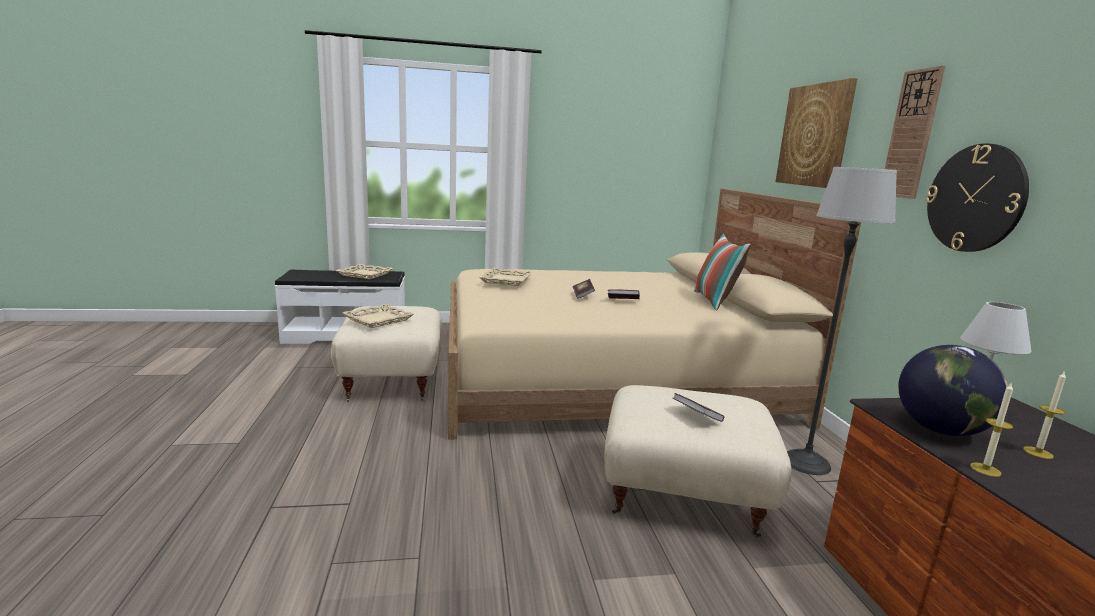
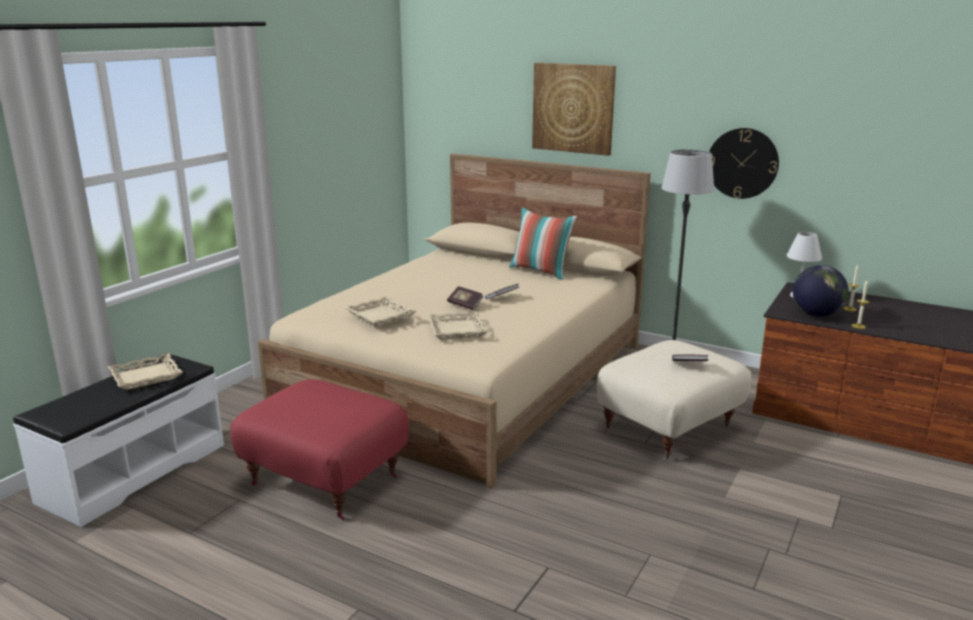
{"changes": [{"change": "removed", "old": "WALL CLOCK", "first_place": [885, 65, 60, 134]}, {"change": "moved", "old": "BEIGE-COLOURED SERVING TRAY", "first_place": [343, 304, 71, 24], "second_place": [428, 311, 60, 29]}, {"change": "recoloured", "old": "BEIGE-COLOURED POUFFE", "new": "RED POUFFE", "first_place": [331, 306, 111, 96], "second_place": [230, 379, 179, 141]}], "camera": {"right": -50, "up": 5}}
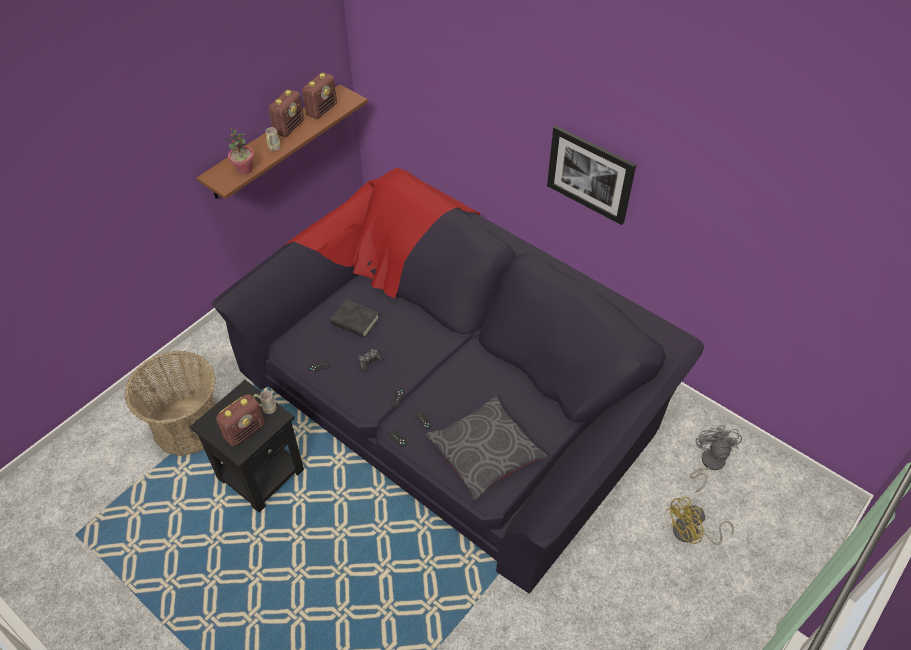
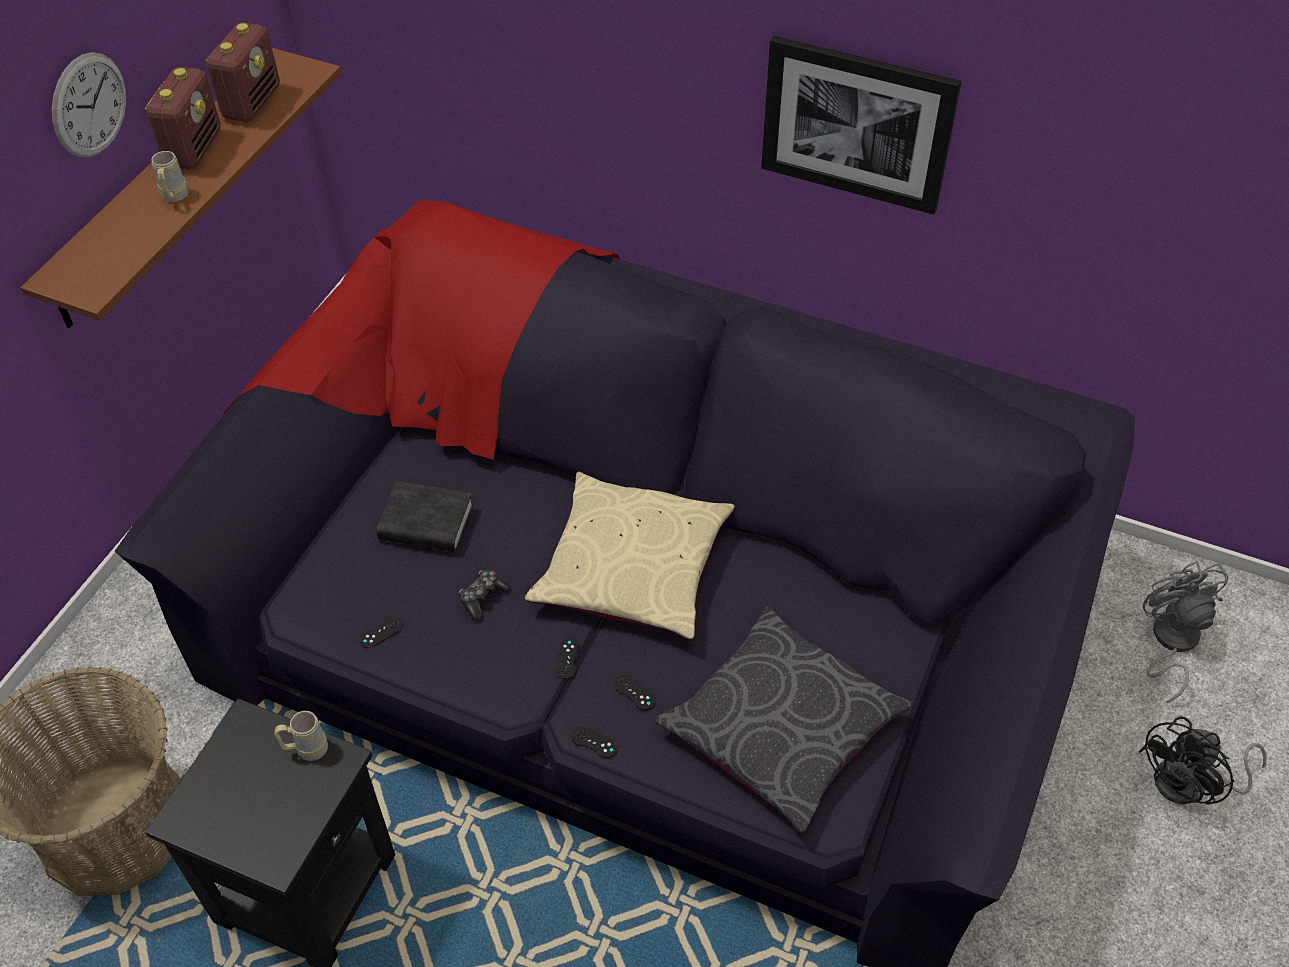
{"changes": [{"change": "removed", "old": "POTTED PLANT", "first_place": [226, 128, 28, 47]}, {"change": "removed", "old": "RADIO RECEIVER", "first_place": [216, 394, 49, 52]}, {"change": "recoloured", "old": "YELLOW COOLING FAN", "new": "BLACK COOLING FAN", "first_place": [666, 497, 68, 48], "second_place": [1139, 716, 128, 89]}, {"change": "added", "new": "WALL CLOCK", "second_place": [52, 52, 74, 106]}, {"change": "added", "new": "BEIGE-COLOURED PILLOW", "second_place": [525, 472, 210, 168]}], "camera": {"right": -15, "up": 0}}
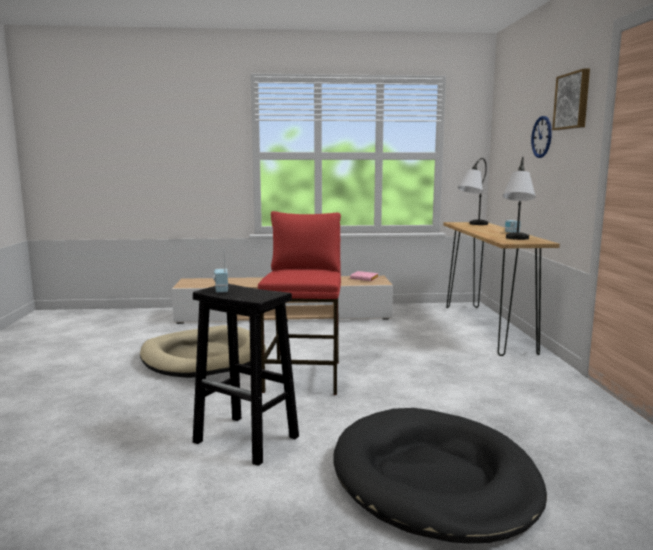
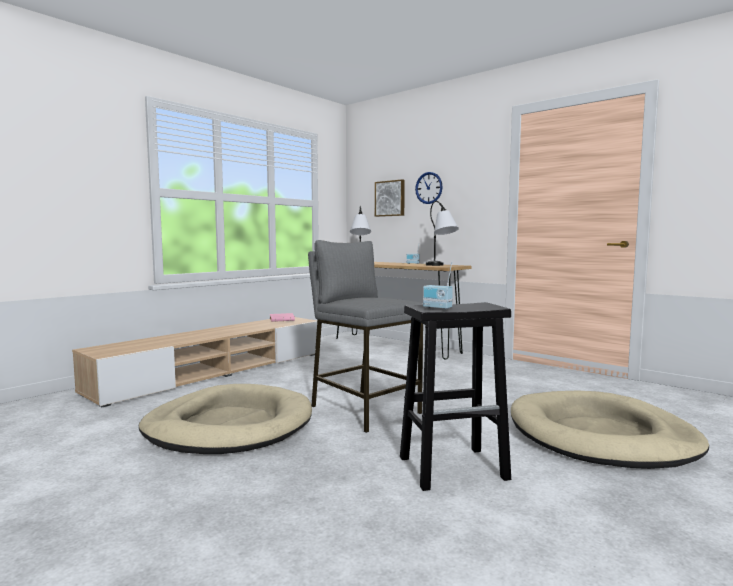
{"changes": [{"change": "moved", "old": "PICTURE", "first_place": [552, 69, 38, 61], "second_place": [375, 179, 30, 38]}, {"change": "recoloured", "old": "RED STOOL", "new": "GREYISH STOOL", "first_place": [258, 211, 83, 184], "second_place": [308, 240, 115, 193]}, {"change": "recoloured", "old": "BLACK DOG BED", "new": "BEIGE-COLOURED DOG BED", "first_place": [333, 408, 214, 136], "second_place": [511, 391, 198, 78]}], "camera": {"right": -45, "up": -5}}
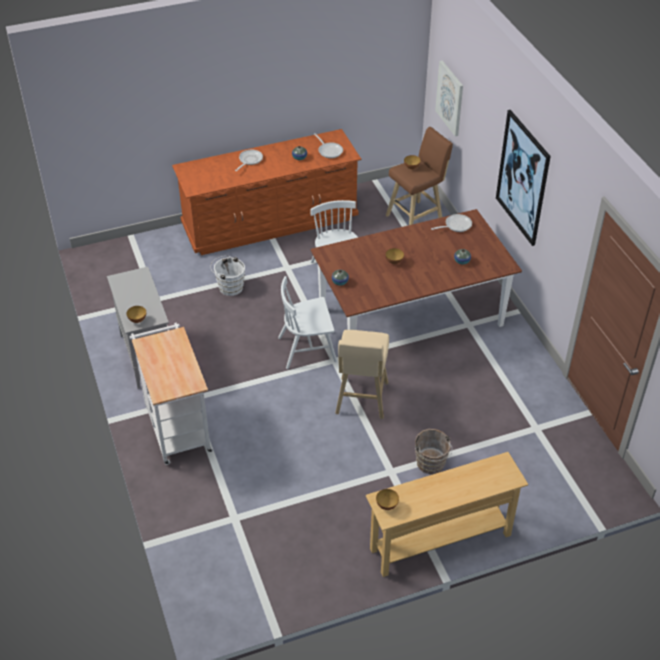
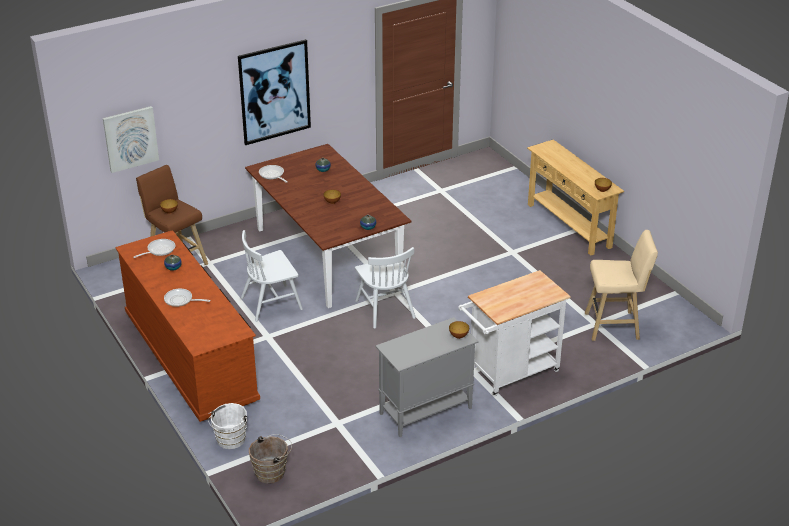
{"changes": [{"change": "moved", "old": "WHITE PAIL", "first_place": [210, 256, 35, 40], "second_place": [208, 403, 39, 46]}, {"change": "moved", "old": "BEIGE-COLOURED STOOL", "first_place": [335, 330, 54, 89], "second_place": [585, 230, 73, 111]}, {"change": "moved", "old": "BROWN PAIL", "first_place": [415, 429, 37, 45], "second_place": [249, 434, 43, 50]}], "camera": {"right": -100, "up": -10}}
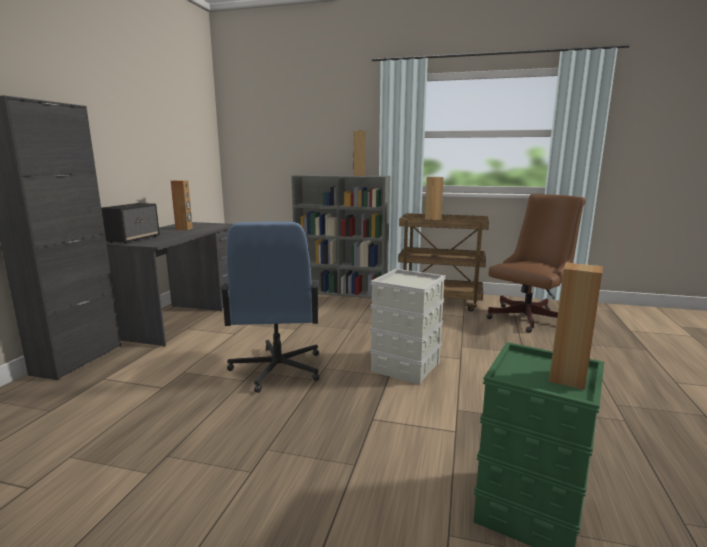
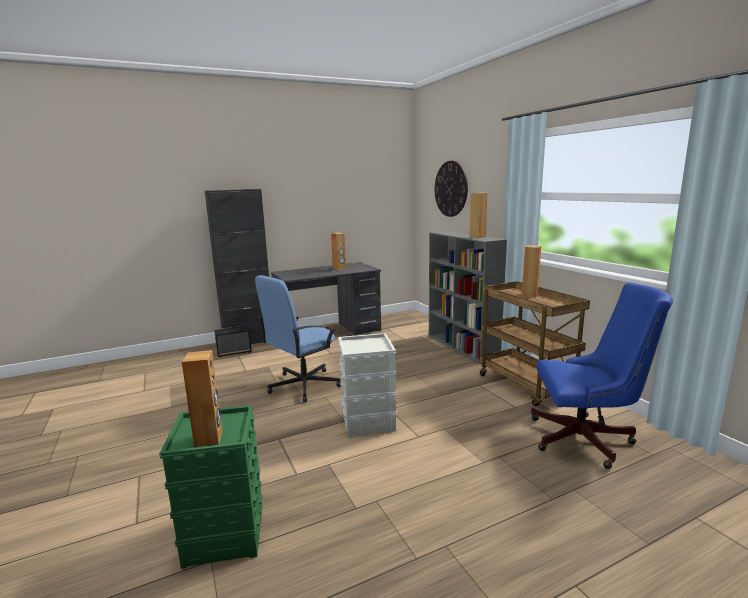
{"changes": [{"change": "recoloured", "old": "BROWN OFFICE CHAIR", "new": "BLUE-COLOURED OFFICE CHAIR", "first_place": [486, 194, 100, 139], "second_place": [531, 282, 142, 187]}, {"change": "moved", "old": "AUDIO SPEAKER", "first_place": [101, 203, 59, 41], "second_place": [214, 325, 38, 32]}, {"change": "added", "new": "WALL CLOCK", "second_place": [435, 161, 33, 56]}], "camera": {"right": 50, "up": 0}}
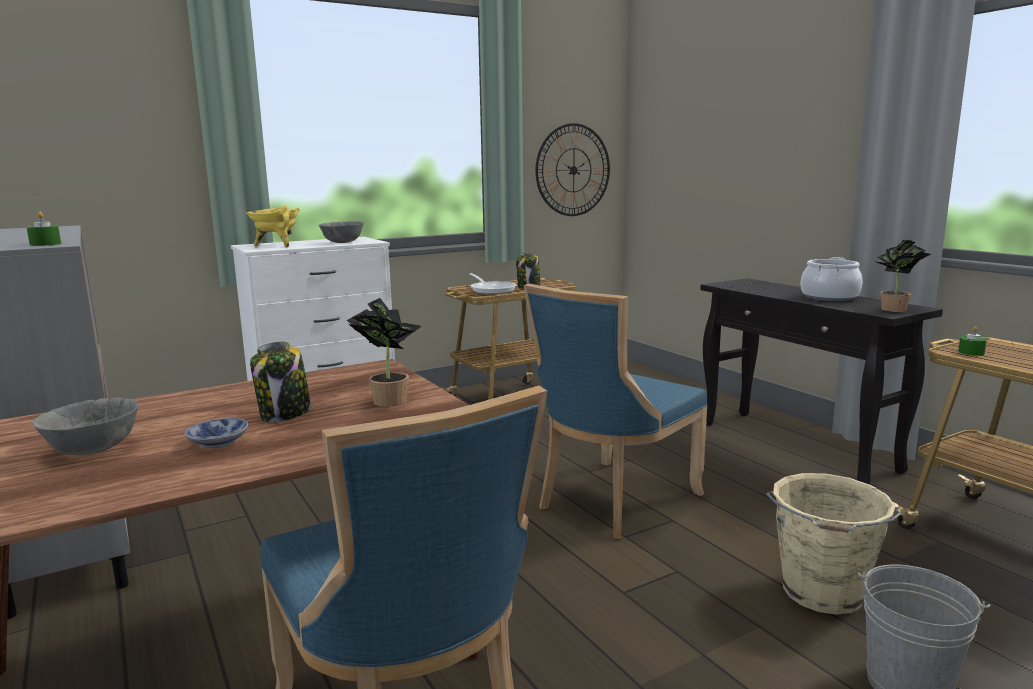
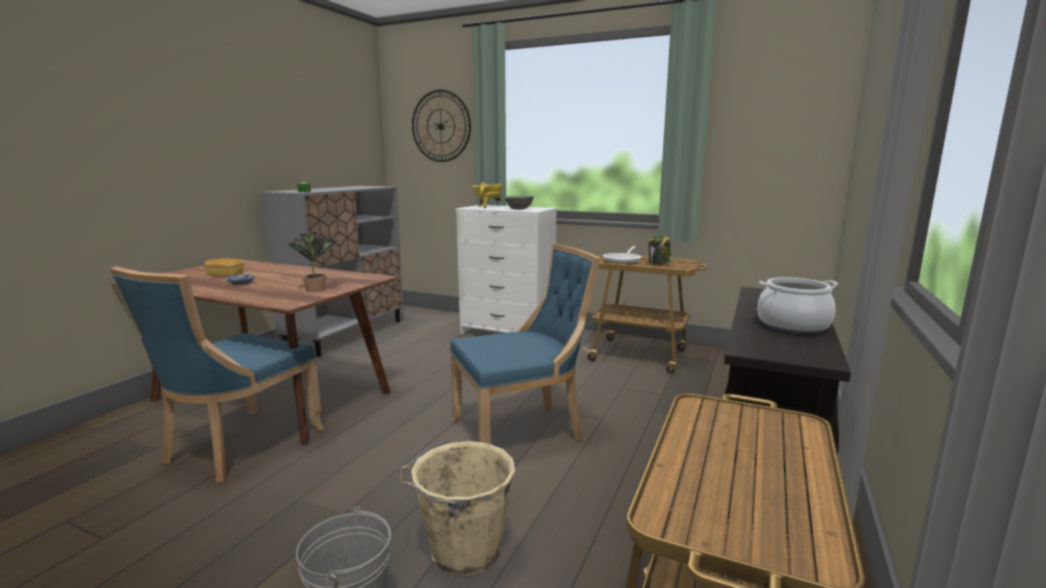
{"changes": [{"change": "moved", "old": "WALL CLOCK", "first_place": [535, 123, 75, 93], "second_place": [412, 90, 59, 72]}, {"change": "removed", "old": "POTTED PLANT", "first_place": [877, 240, 54, 72]}, {"change": "turned", "old": "BLUE-COLOURED PLAIN CHAIR", "first_place": [524, 284, 184, 255], "second_place": [450, 244, 150, 200], "degrees": 150}, {"change": "removed", "old": "GREENISH CANDLE", "first_place": [958, 326, 29, 30]}, {"change": "removed", "old": "PRESERVE JAR", "first_place": [250, 341, 61, 81]}, {"change": "replaced", "old": "GREYISH SERVING BOWL", "new": "BREAD", "first_place": [32, 398, 107, 57], "second_place": [204, 258, 40, 18]}], "camera": {"right": 55, "up": 0}}
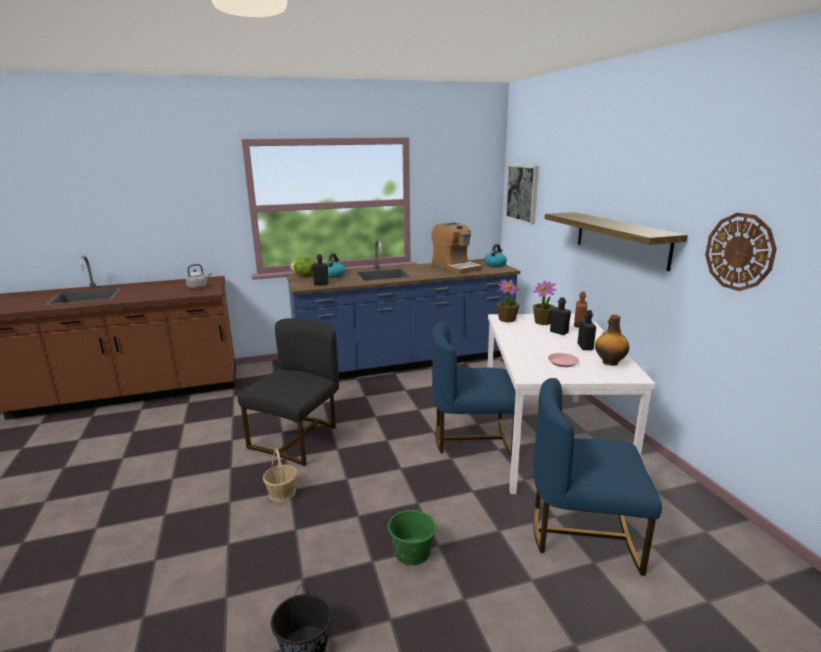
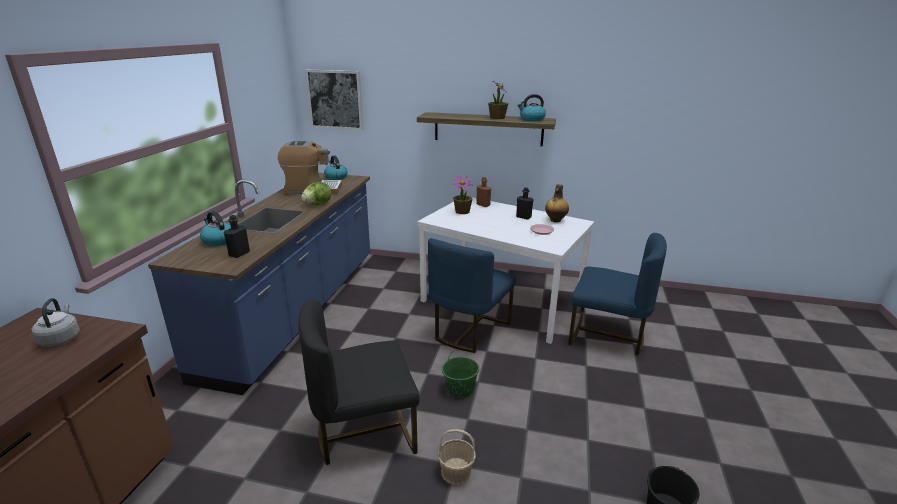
{"changes": [{"change": "removed", "old": "WALL CLOCK", "first_place": [705, 213, 72, 78]}, {"change": "moved", "old": "LETTUCE HEAD", "first_place": [290, 257, 26, 20], "second_place": [301, 182, 31, 23]}, {"change": "moved", "old": "POTTED PLANT", "first_place": [497, 279, 23, 43], "second_place": [488, 80, 20, 39]}, {"change": "removed", "old": "BLACK BOTTLE", "first_place": [550, 297, 21, 38]}, {"change": "turned", "old": "BLACK PLAIN CHAIR", "first_place": [238, 318, 101, 148], "second_place": [298, 299, 122, 166], "degrees": -75}, {"change": "turned", "old": "BLUE-COLOURED PLAIN CHAIR", "first_place": [533, 378, 129, 198], "second_place": [568, 233, 99, 122], "degrees": -105}, {"change": "moved", "old": "GREENISH PAIL", "first_place": [388, 502, 48, 63], "second_place": [442, 350, 37, 48]}, {"change": "added", "new": "KETTLE", "second_place": [518, 94, 28, 27]}], "camera": {"right": -60, "up": 5}}
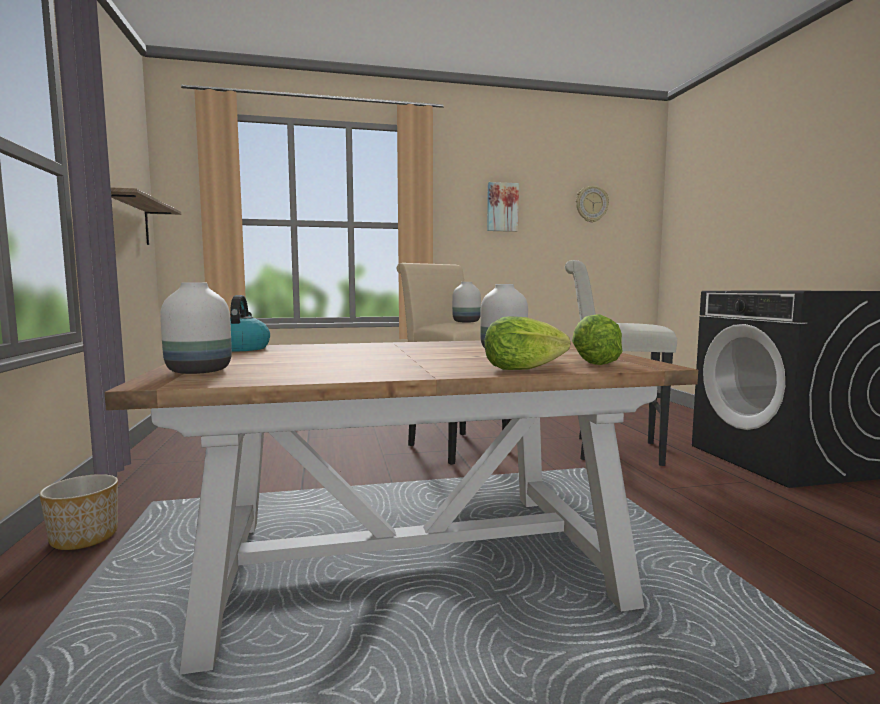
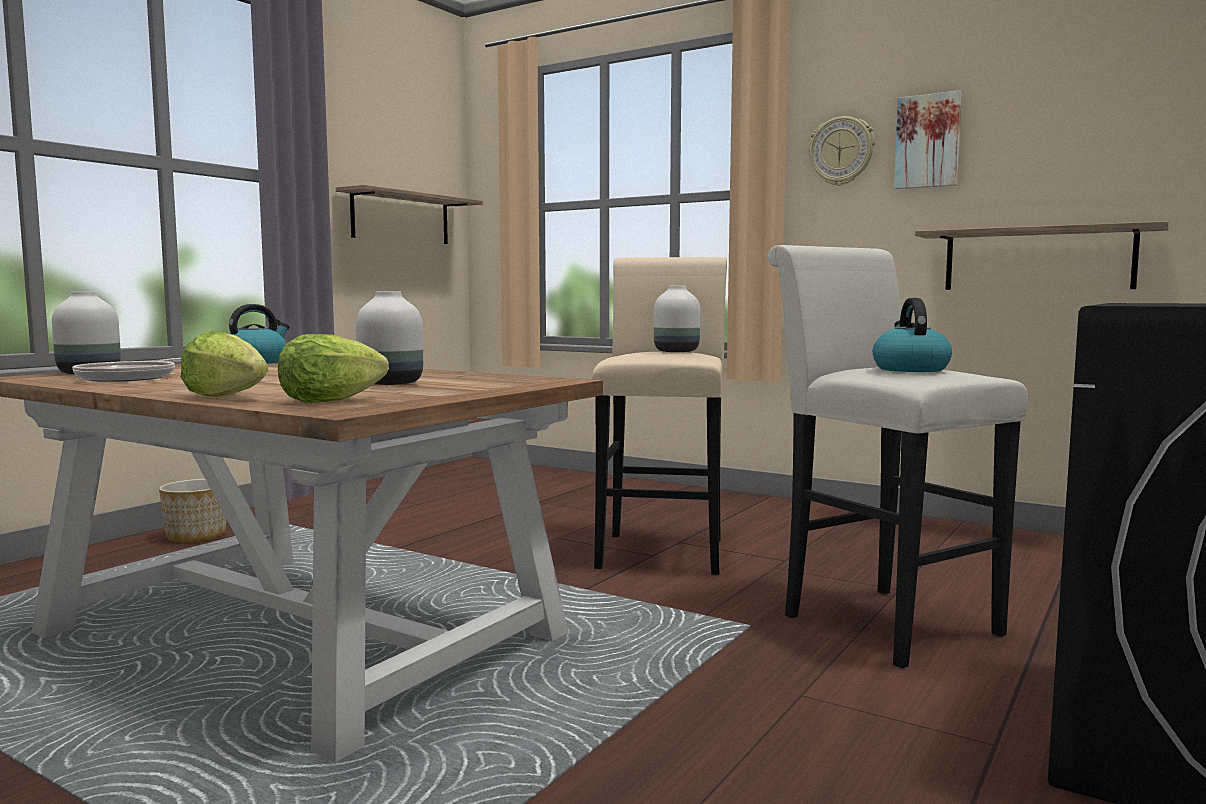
{"changes": [{"change": "moved", "old": "WALL CLOCK", "first_place": [576, 186, 33, 37], "second_place": [808, 116, 67, 70]}, {"change": "added", "new": "BRACKET SHELF", "second_place": [915, 221, 254, 69]}, {"change": "added", "new": "KETTLE", "second_place": [873, 298, 79, 74]}, {"change": "added", "new": "FRYING PAN", "second_place": [72, 358, 109, 24]}], "camera": {"right": 45, "up": 0}}
